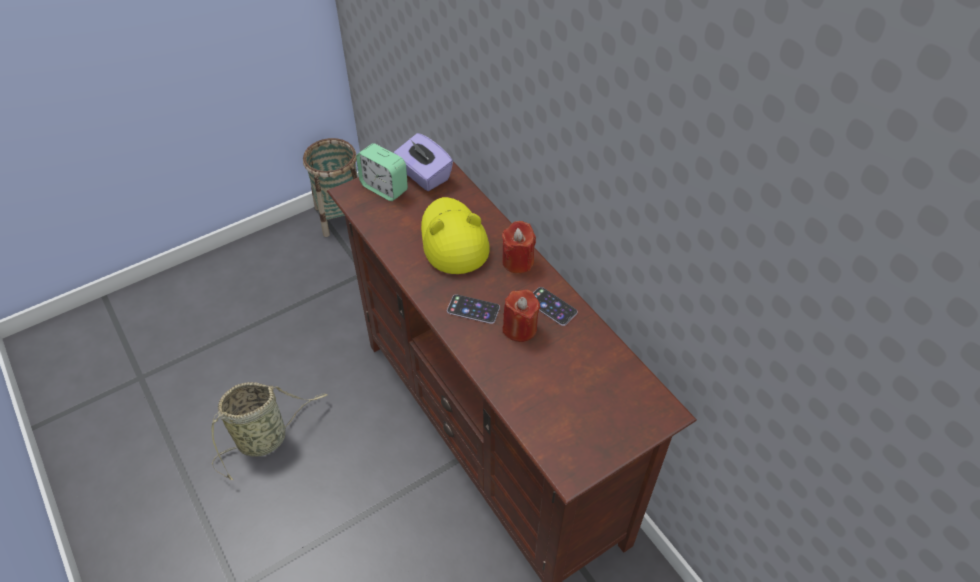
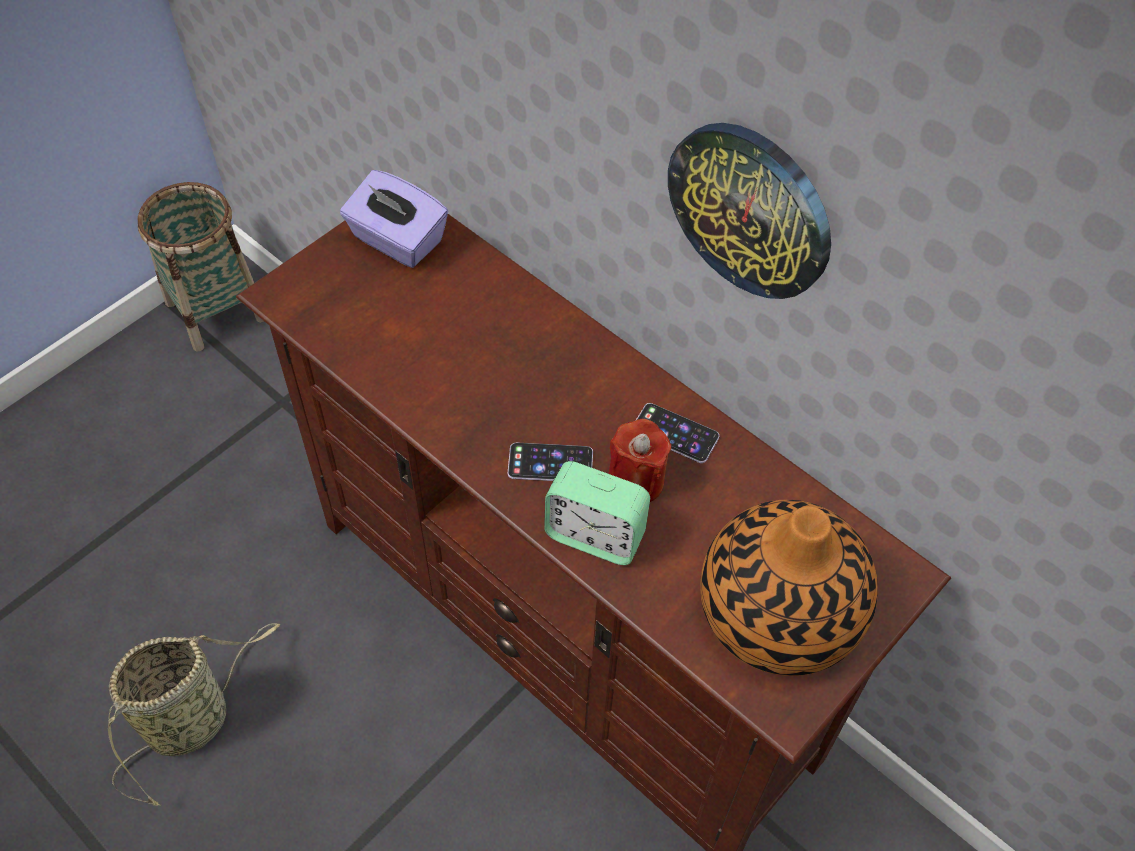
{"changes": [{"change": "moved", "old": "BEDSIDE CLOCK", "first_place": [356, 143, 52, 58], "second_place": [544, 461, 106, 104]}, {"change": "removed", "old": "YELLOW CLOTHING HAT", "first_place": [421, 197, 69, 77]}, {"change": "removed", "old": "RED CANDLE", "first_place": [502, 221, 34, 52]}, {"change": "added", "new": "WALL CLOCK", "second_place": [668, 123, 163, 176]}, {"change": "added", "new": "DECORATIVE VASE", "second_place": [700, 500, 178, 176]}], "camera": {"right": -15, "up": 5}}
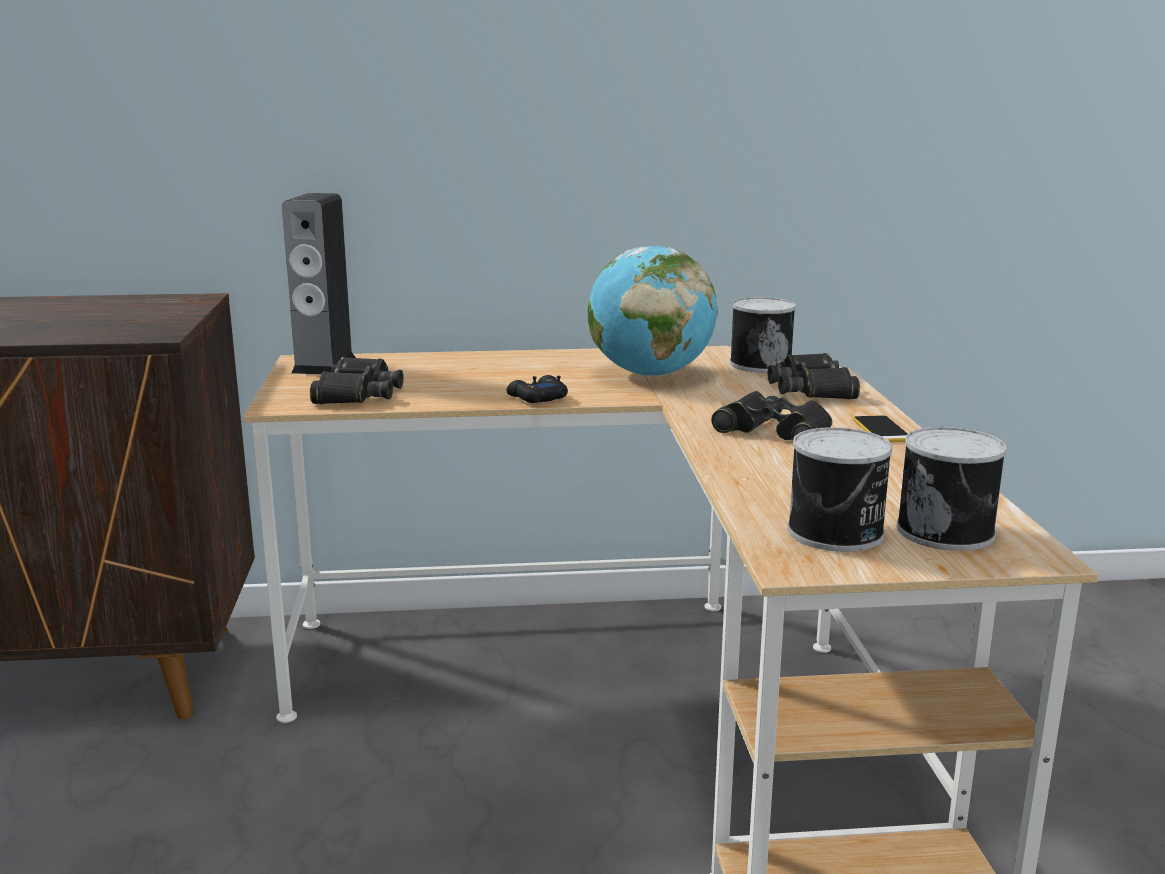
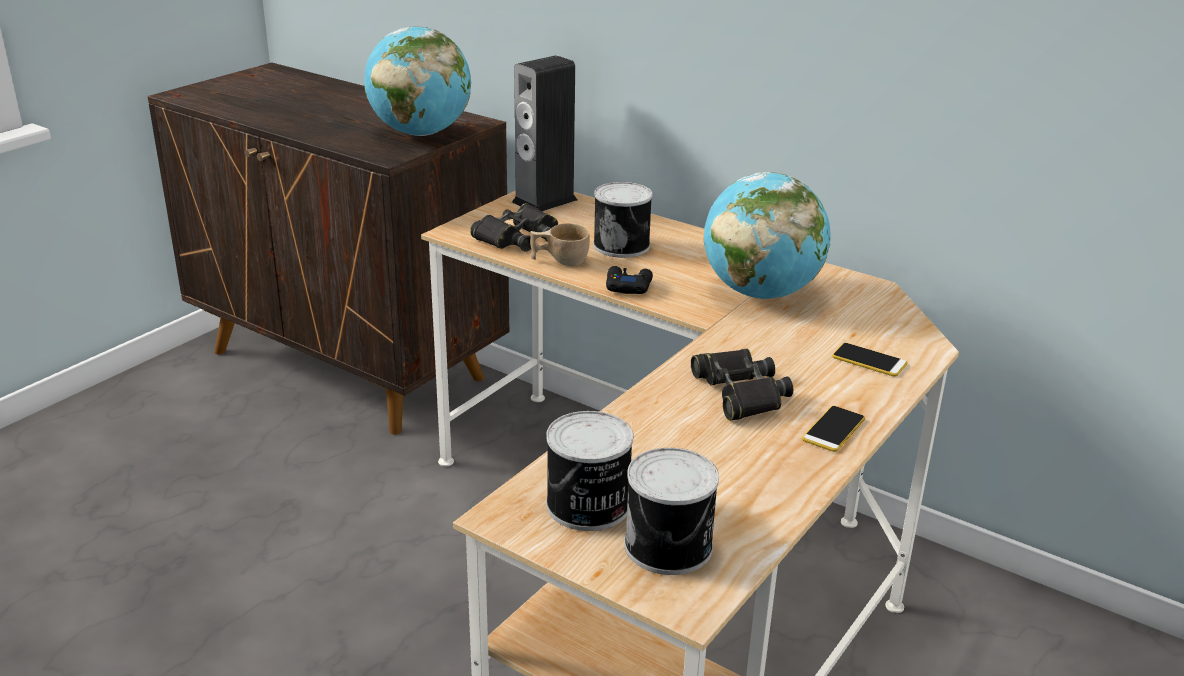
{"changes": [{"change": "moved", "old": "SEALED CAN", "first_place": [730, 297, 66, 76], "second_place": [593, 182, 59, 76]}, {"change": "replaced", "old": "BLACK BINOCULARS", "new": "PHONE", "first_place": [768, 353, 92, 46], "second_place": [832, 343, 76, 34]}, {"change": "added", "new": "WORLD GLOBE", "second_place": [364, 26, 107, 110]}, {"change": "added", "new": "BEIGE-COLOURED DRINKING CUP", "second_place": [530, 223, 60, 43]}], "camera": {"right": 40, "up": 10}}
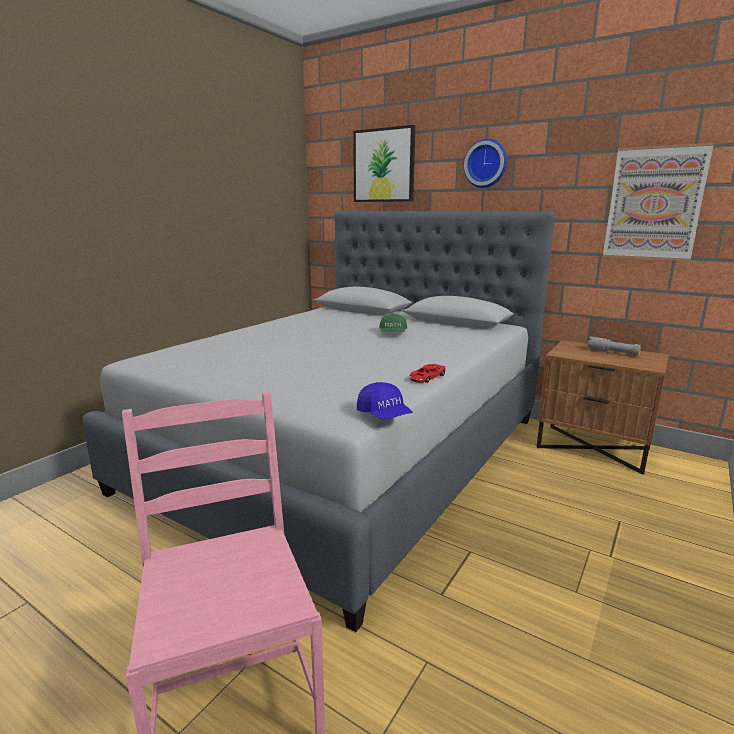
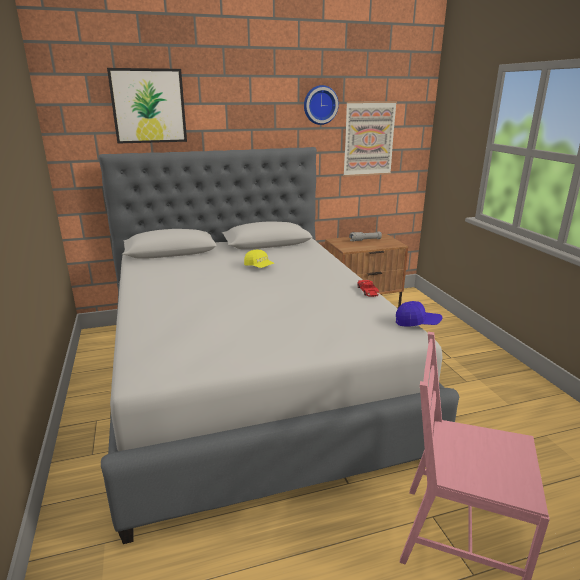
{"changes": [{"change": "moved", "old": "WALL CLOCK", "first_place": [463, 139, 44, 49], "second_place": [304, 85, 35, 40]}, {"change": "recoloured", "old": "GREENISH BASEBALL CAP", "new": "YELLOW BASEBALL CAP", "first_place": [379, 313, 28, 19], "second_place": [244, 250, 31, 18]}], "camera": {"right": -50, "up": 5}}
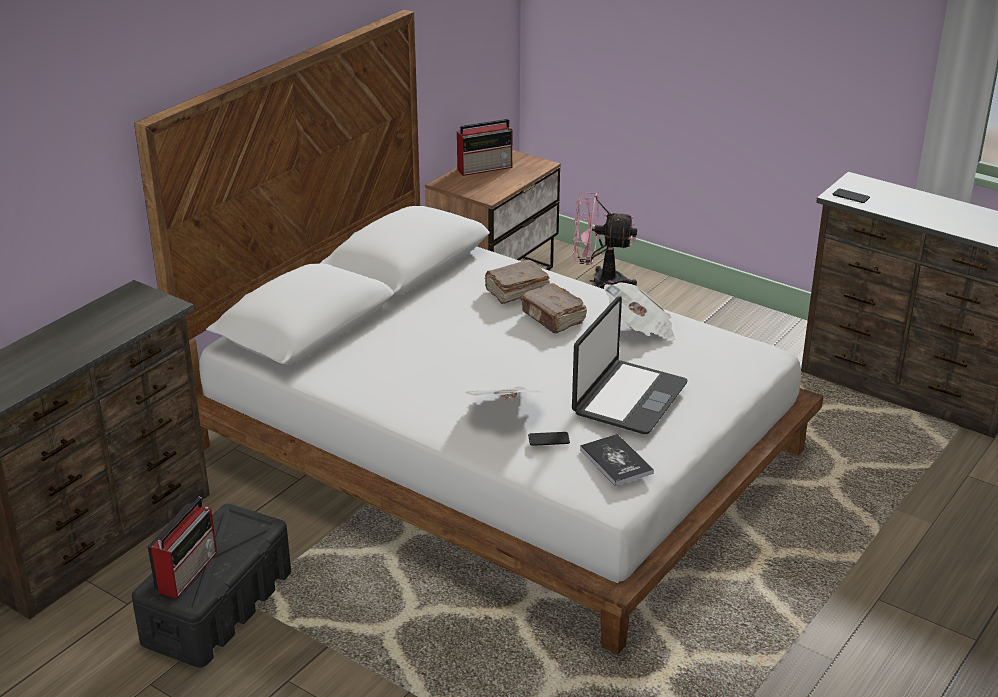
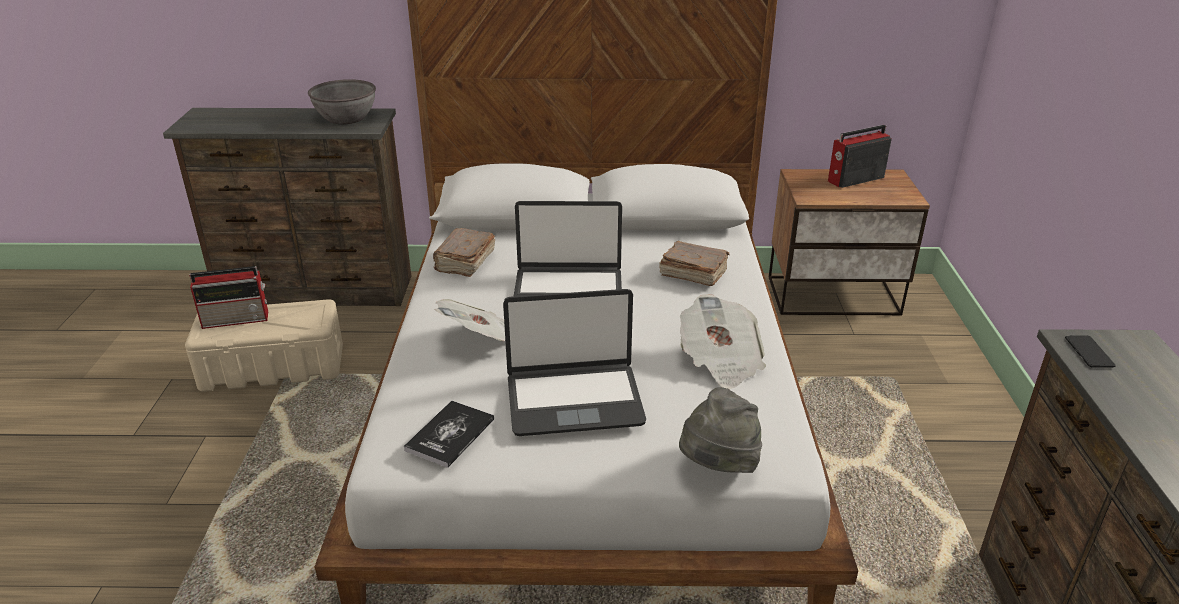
{"changes": [{"change": "turned", "old": "RADIO RECEIVER", "first_place": [457, 119, 56, 57], "second_place": [828, 125, 64, 63], "degrees": 120}, {"change": "removed", "old": "PINKISH COOLING FAN", "first_place": [573, 192, 64, 97]}, {"change": "moved", "old": "BROWN BOOK", "first_place": [520, 283, 67, 50], "second_place": [433, 228, 62, 49]}, {"change": "removed", "old": "PHONE", "first_place": [528, 432, 42, 14]}, {"change": "recoloured", "old": "BLACK STORAGE BOX", "new": "BEIGE-COLOURED STORAGE BOX", "first_place": [132, 504, 159, 163], "second_place": [185, 299, 158, 93]}, {"change": "added", "new": "GREYISH SERVING BOWL", "second_place": [308, 79, 68, 45]}, {"change": "added", "new": "NOTEBOOK COMPUTER", "second_place": [514, 201, 108, 95]}, {"change": "added", "new": "GREYISH CLOTHING HAT", "second_place": [679, 387, 83, 86]}], "camera": {"right": 55, "up": 0}}
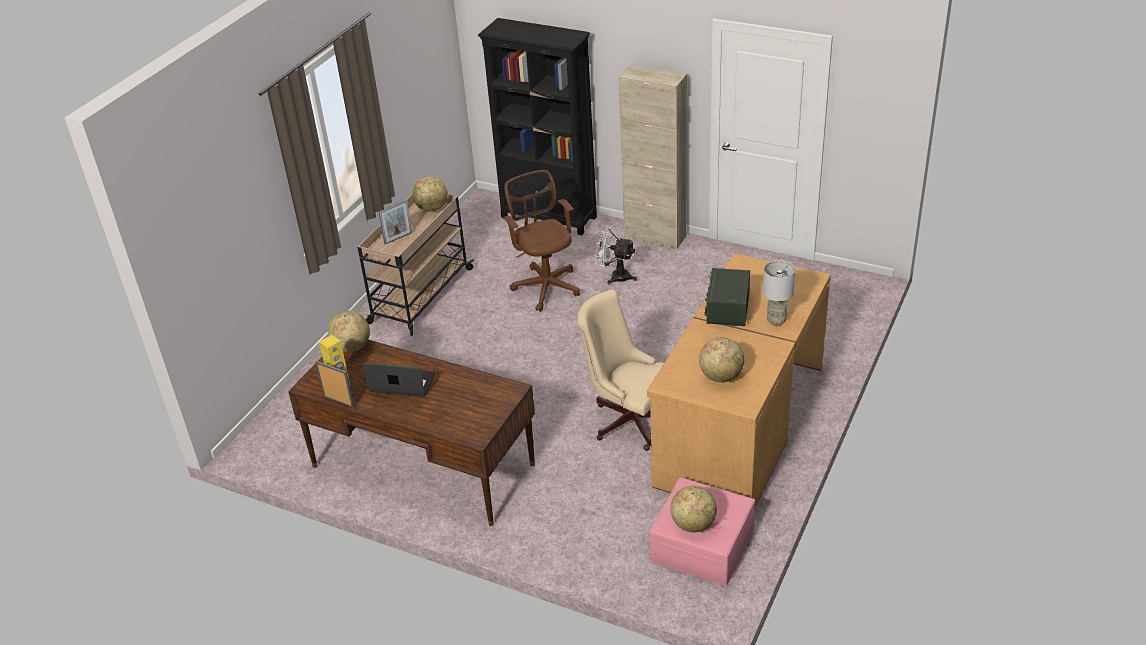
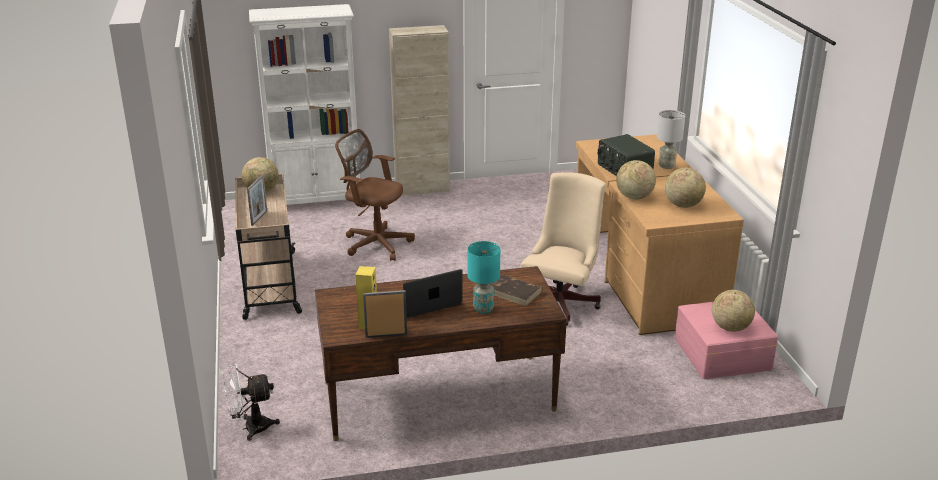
{"changes": [{"change": "recoloured", "old": "BLACK SHELVING UNIT", "new": "WHITE SHELVING UNIT", "first_place": [478, 18, 119, 217], "second_place": [249, 4, 111, 201]}, {"change": "moved", "old": "WHITE COOLING FAN", "first_place": [594, 225, 43, 60], "second_place": [222, 363, 58, 78]}, {"change": "turned", "old": "BEIGE-COLOURED OFFICE CHAIR", "first_place": [577, 290, 87, 161], "second_place": [520, 172, 86, 154], "degrees": 120}, {"change": "moved", "old": "WORLD GLOBE", "first_place": [328, 311, 42, 41], "second_place": [616, 160, 40, 39]}, {"change": "added", "new": "BLUE-GREEN TABLE LAMP", "second_place": [467, 241, 33, 73]}, {"change": "added", "new": "BROWN BOOK", "second_place": [490, 274, 53, 32]}], "camera": {"right": -40, "up": -10}}
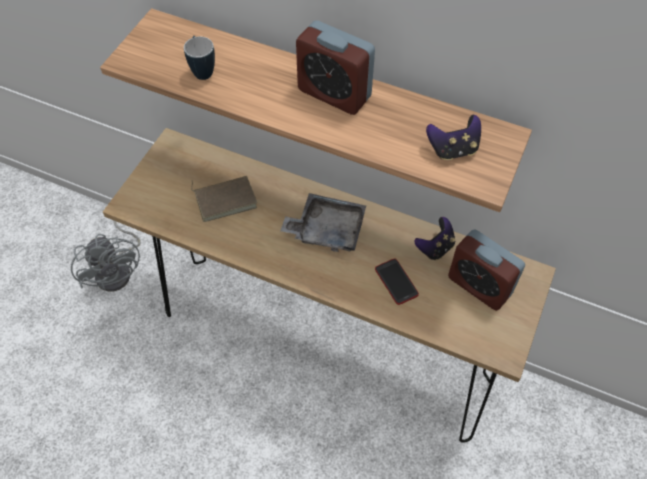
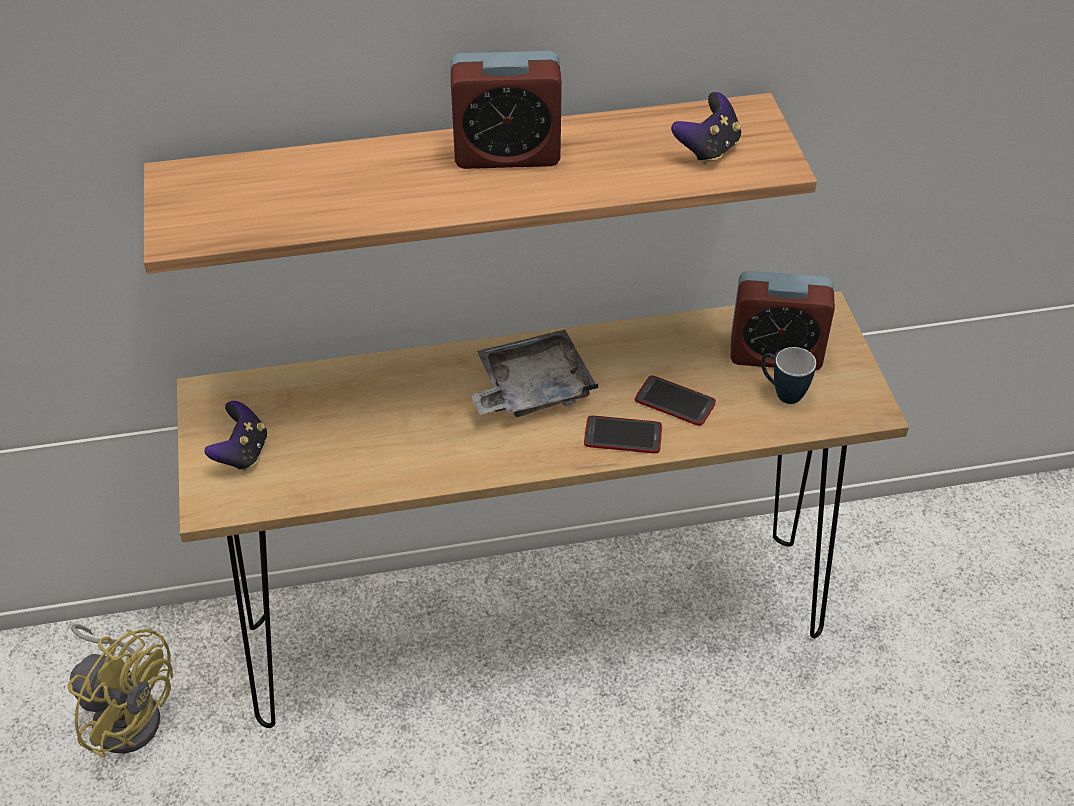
{"changes": [{"change": "moved", "old": "COFFEE MUG", "first_place": [184, 36, 31, 44], "second_place": [761, 347, 55, 57]}, {"change": "removed", "old": "BROWN BOOK", "first_place": [191, 176, 66, 46]}, {"change": "moved", "old": "GAMEPAD", "first_place": [414, 217, 41, 43], "second_place": [204, 401, 64, 70]}, {"change": "recoloured", "old": "GREYISH COOLING FAN", "new": "YELLOW COOLING FAN", "first_place": [71, 220, 70, 71], "second_place": [68, 624, 105, 134]}, {"change": "added", "new": "PHONE", "second_place": [584, 416, 78, 37]}], "camera": {"right": -35, "up": -10}}
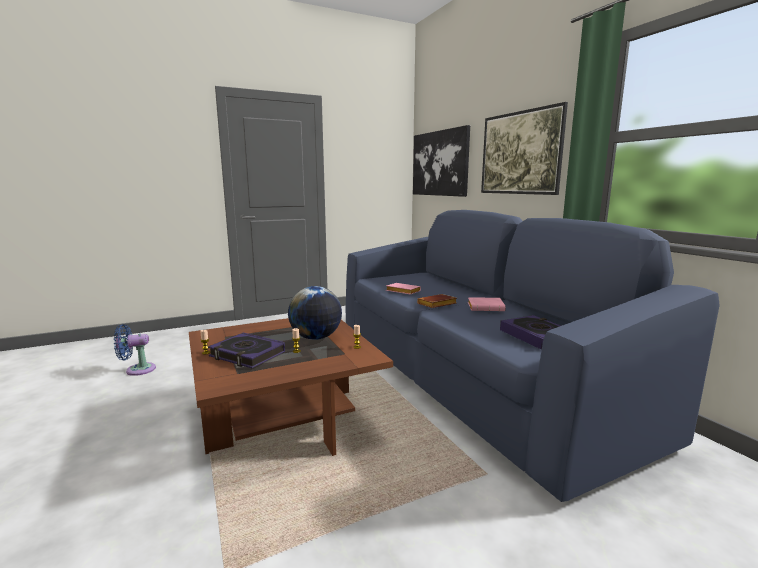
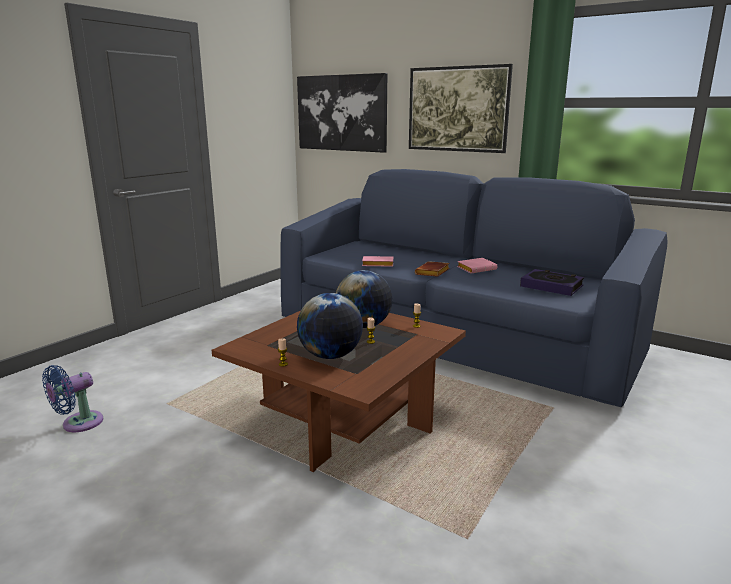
{"changes": [{"change": "replaced", "old": "BOOK", "new": "WORLD GLOBE", "first_place": [208, 333, 77, 35], "second_place": [297, 293, 66, 66]}], "camera": {"right": -30, "up": 5}}
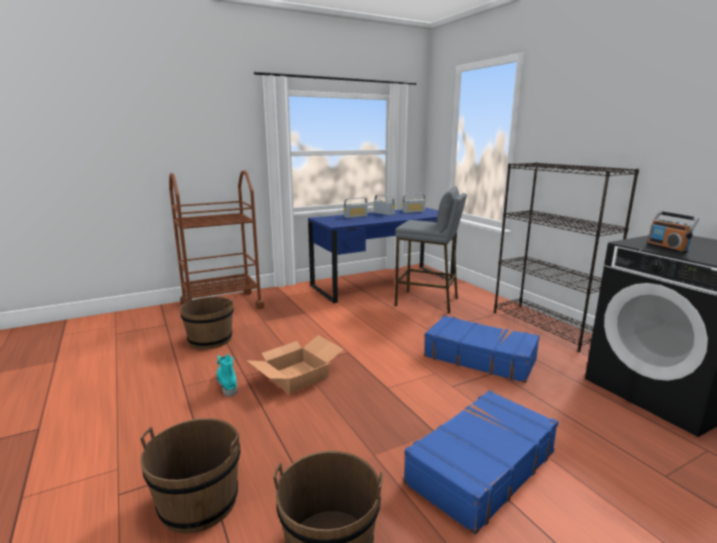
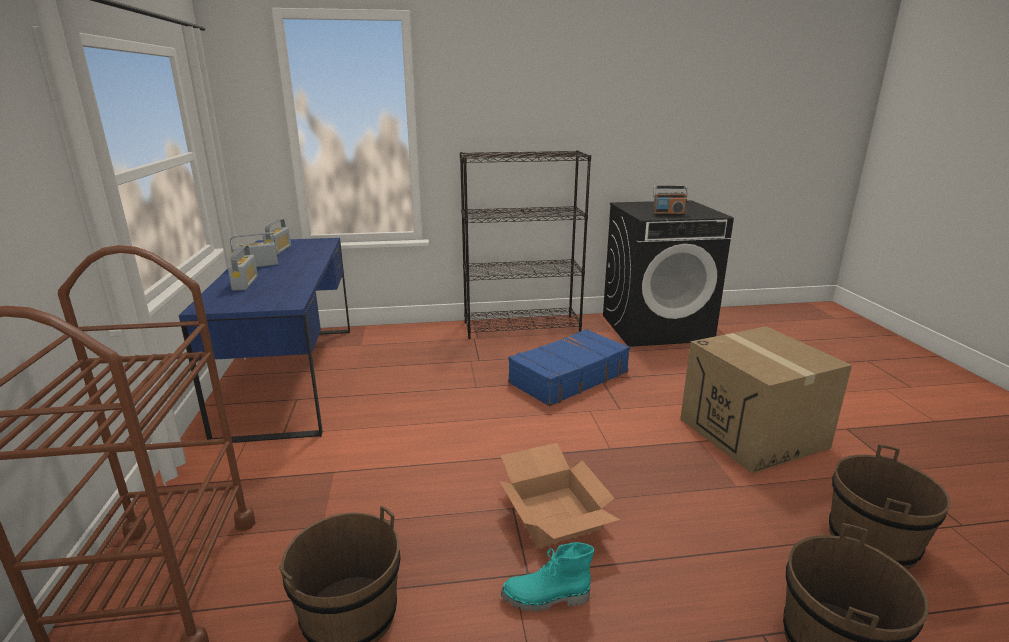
{"changes": [{"change": "removed", "old": "GREYISH STOOL", "first_place": [395, 186, 72, 127]}, {"change": "replaced", "old": "BLUE-COLOURED TRAVEL CASE", "new": "PACKING BOX", "first_place": [404, 390, 154, 145], "second_place": [680, 326, 172, 147]}], "camera": {"right": -70, "up": 5}}
